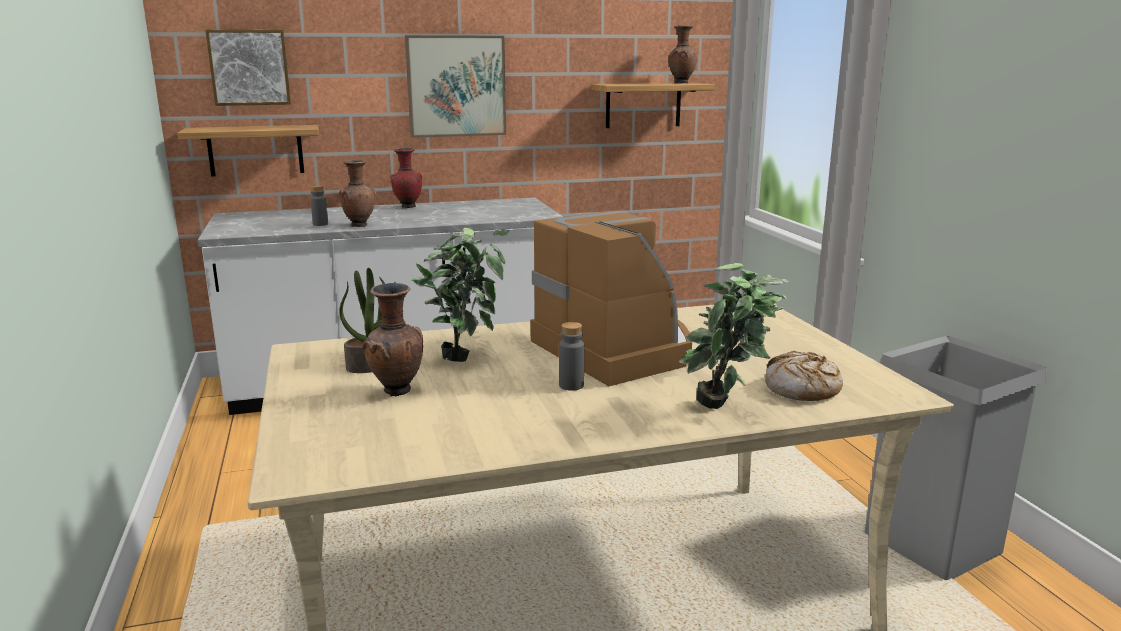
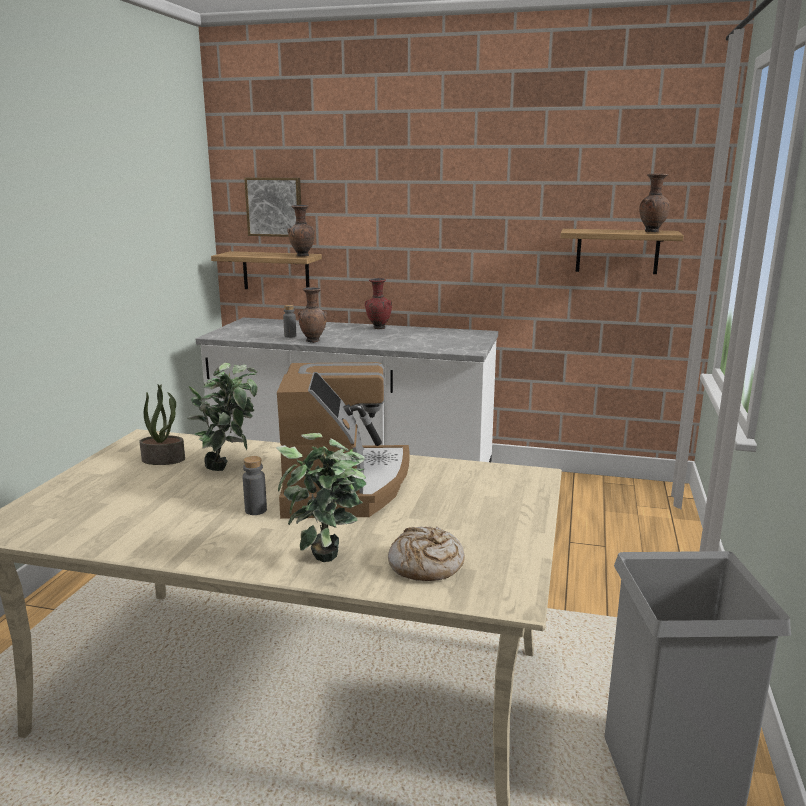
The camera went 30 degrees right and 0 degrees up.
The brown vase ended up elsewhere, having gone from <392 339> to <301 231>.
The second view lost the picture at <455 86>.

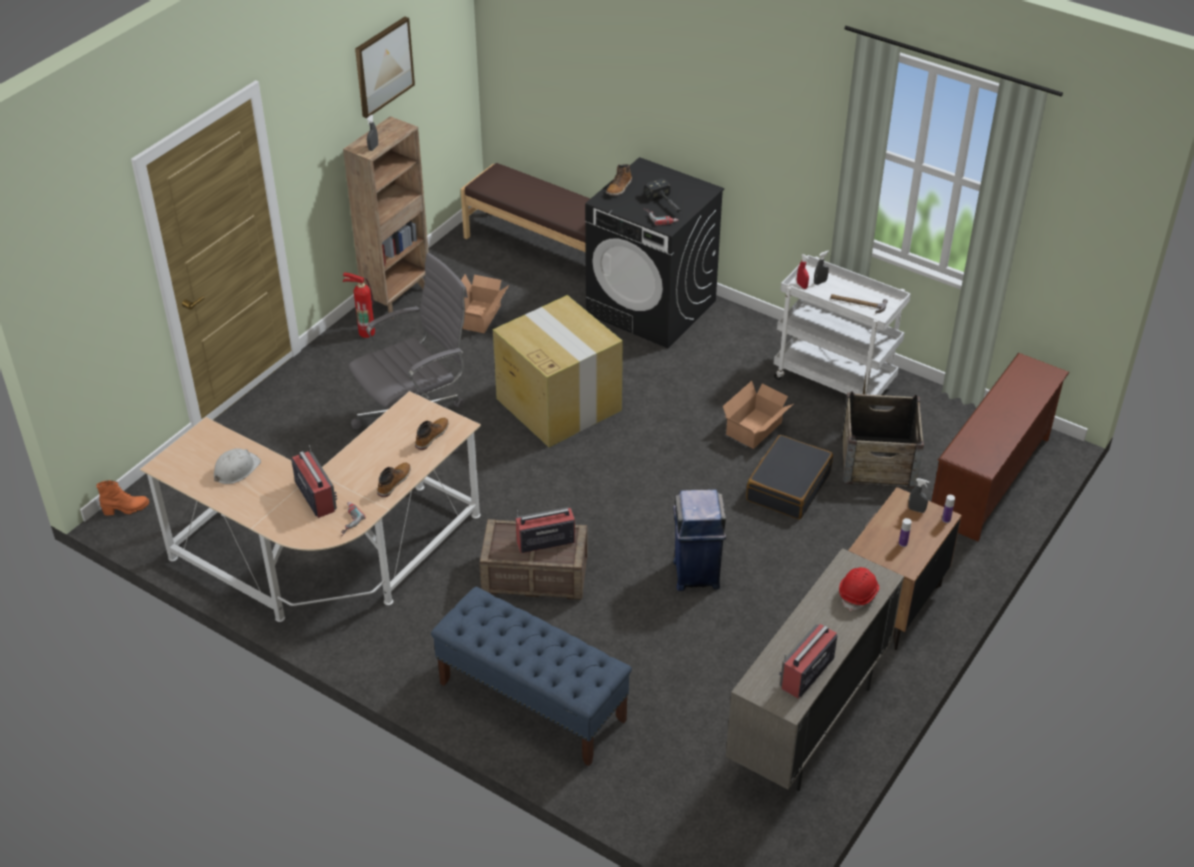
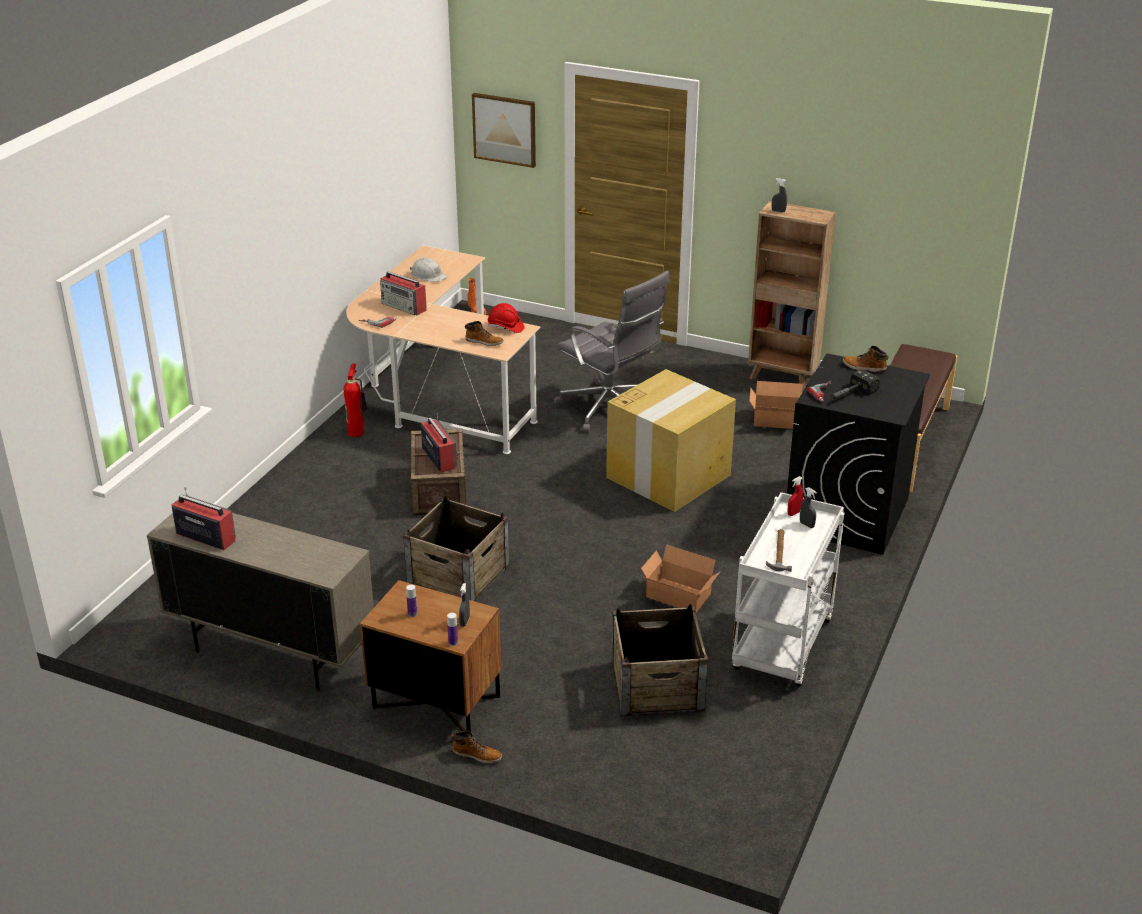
The camera went 80 degrees right and 10 degrees down.
The radio at <314 481> ended up facing another way, 75 degrees clockwise from before.
The fire extinguisher ended up elsewhere, having gone from <359 305> to <355 400>.
The picture ended up elsewhere, having gone from <385 67> to <504 130>.
The boot ended up elsewhere, having gone from <394 479> to <476 747>.
The second view lost the blue bench at <531 676>.
Where the blue trash can stood at <699 540>, the crate came to stand at <456 548>.
The second view lost the black suitcase at <789 477>.
The red hard hat ended up elsewhere, having gone from <859 589> to <506 318>.
The second view lost the brown shoe rack at <1000 447>.

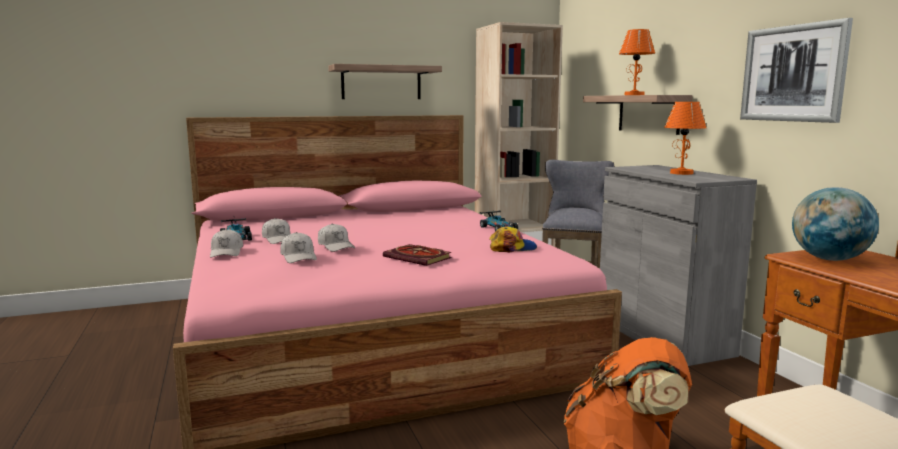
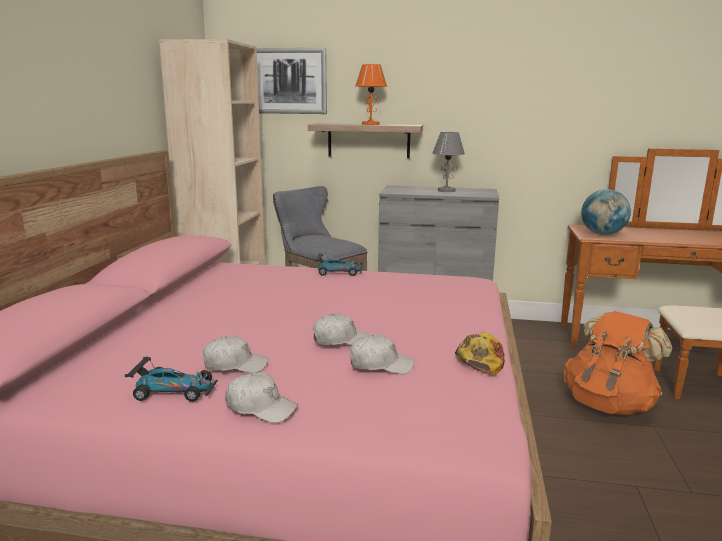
The camera went 60 degrees left and 5 degrees up.
The second view lost the shelf at <385 81>.
The second view lost the book at <417 255>.
The cap ended up elsewhere, having gone from <513 239> to <480 354>.
What was the orange table lamp at <685 138> turned into the grey table lamp at <448 162>.
The picture ended up elsewhere, having gone from <796 70> to <291 81>.

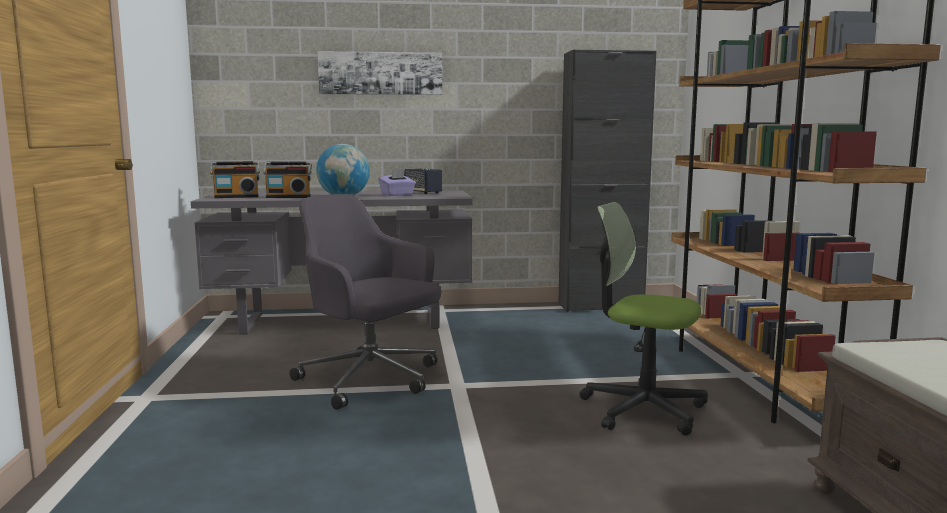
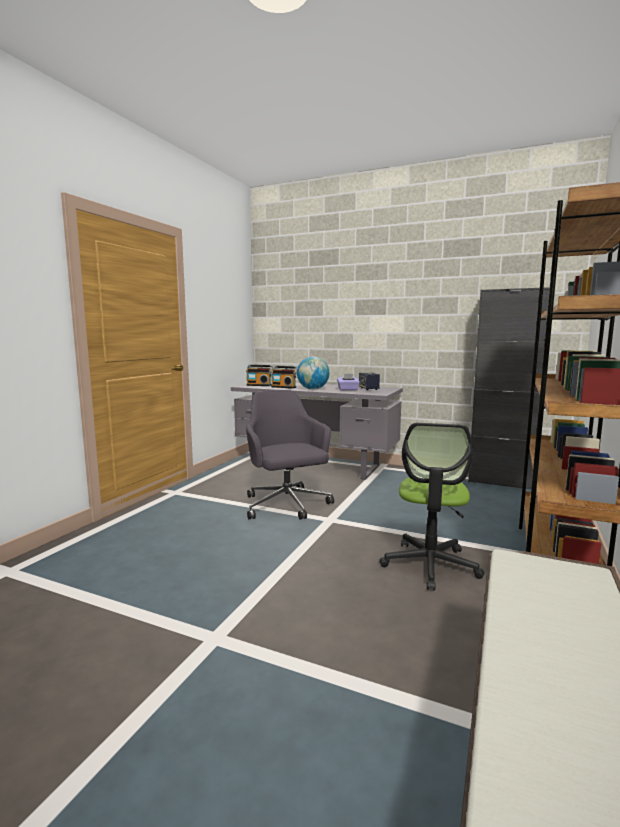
The camera went 30 degrees right and 0 degrees up.
The second view lost the picture at <379 73>.
The office chair at <643 319> ended up facing another way, 135 degrees counterclockwise from before.

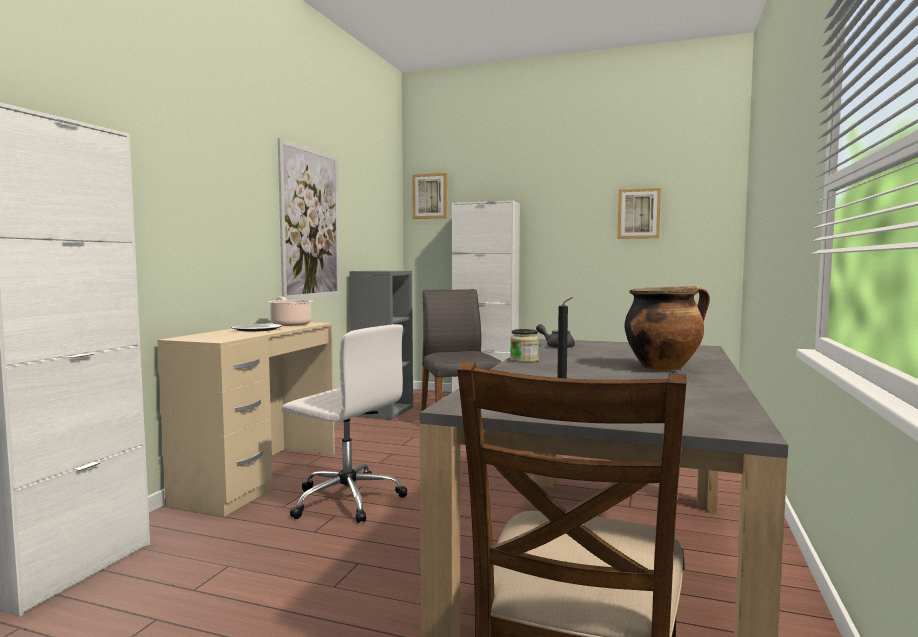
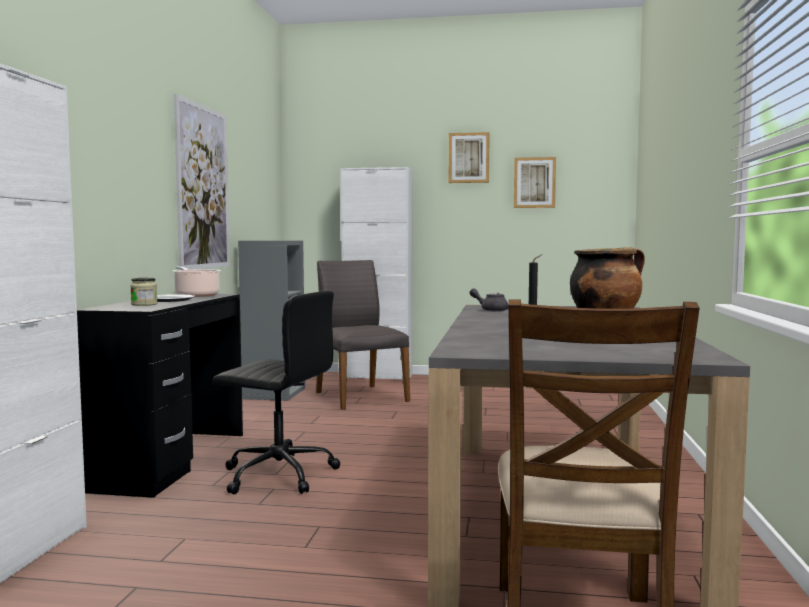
The camera went 10 degrees left and 0 degrees up.
What was the beige desk at <246 419> turned into the black desk at <160 396>.
What was the white office chair at <345 423> turned into the black office chair at <276 392>.
The picture ended up elsewhere, having gone from <429 196> to <469 157>.
The jar ended up elsewhere, having gone from <524 346> to <144 292>.

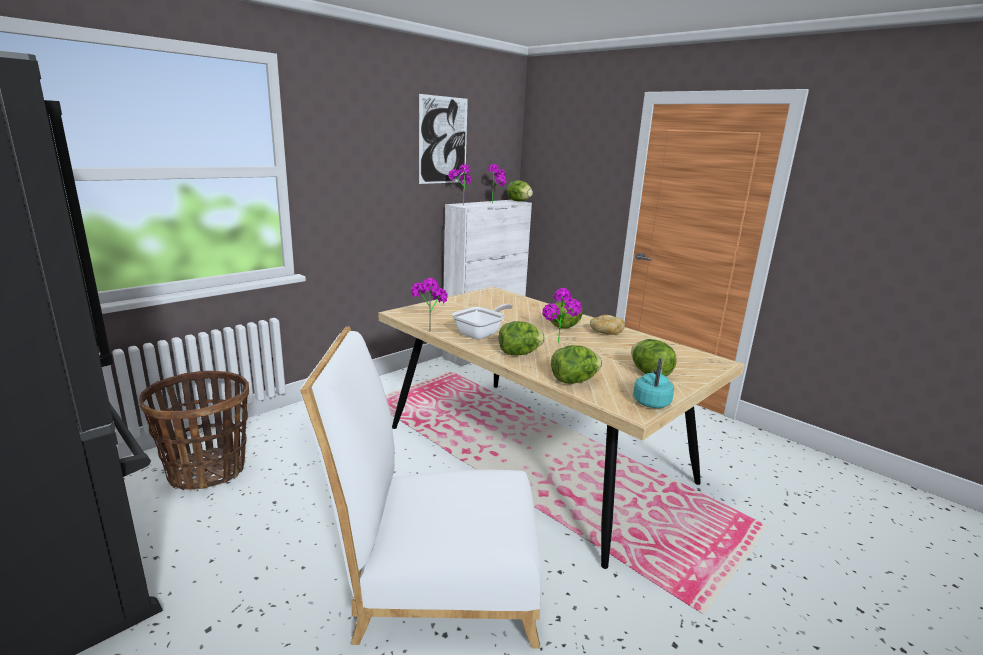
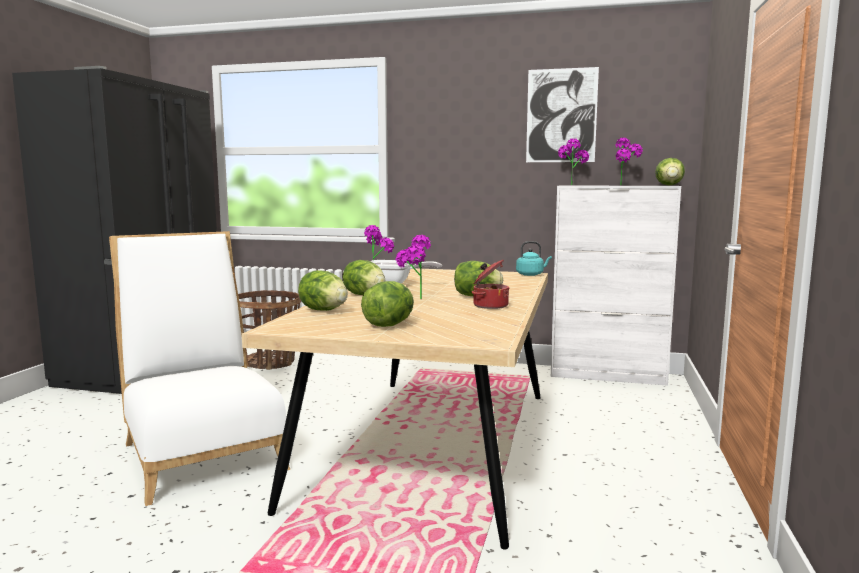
The camera went 60 degrees right and 10 degrees down.
Where the bread stood at <607 325>, the cooking pot came to stand at <490 284>.
The turquoise kettle ended up elsewhere, having gone from <653 383> to <534 258>.

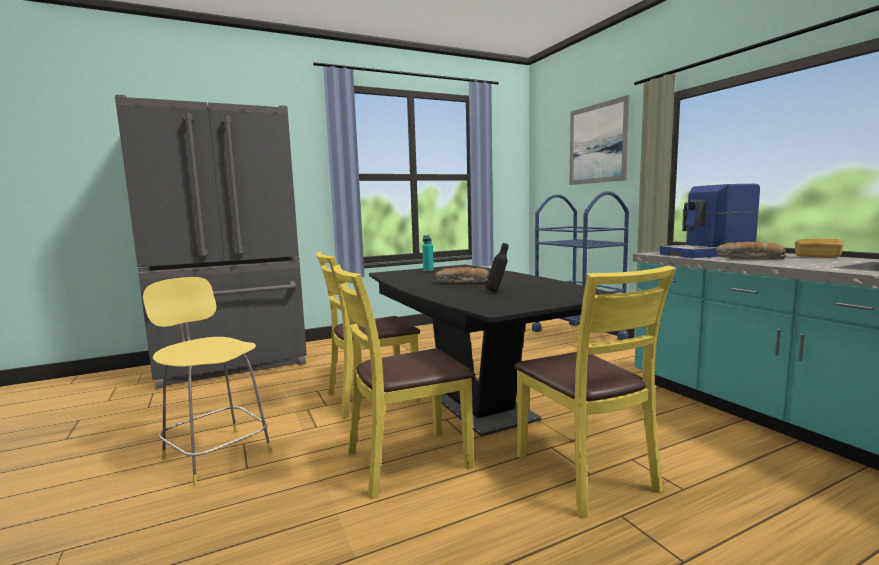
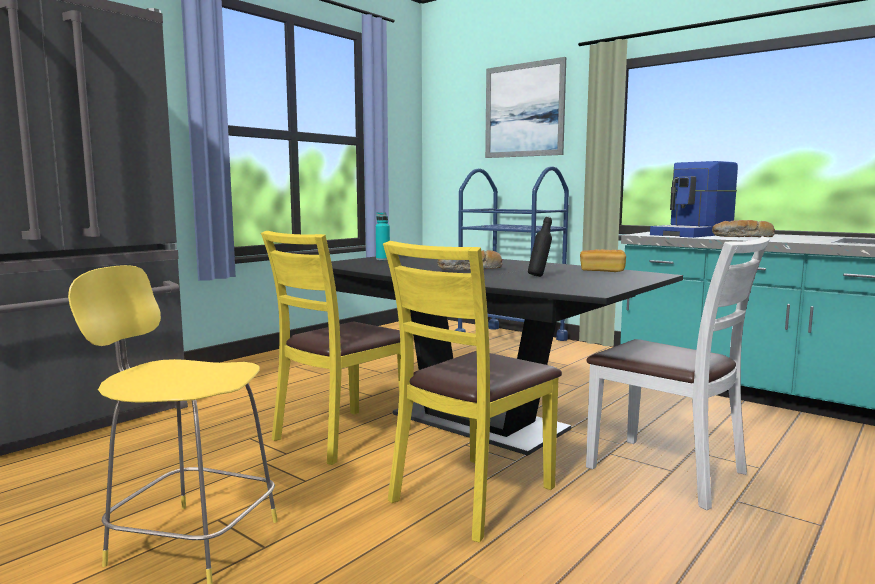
The camera went 25 degrees left and 0 degrees up.
What was the yellow chair at <595 392> turned into the white chair at <678 373>.
The bread ended up elsewhere, having gone from <819 248> to <603 260>.

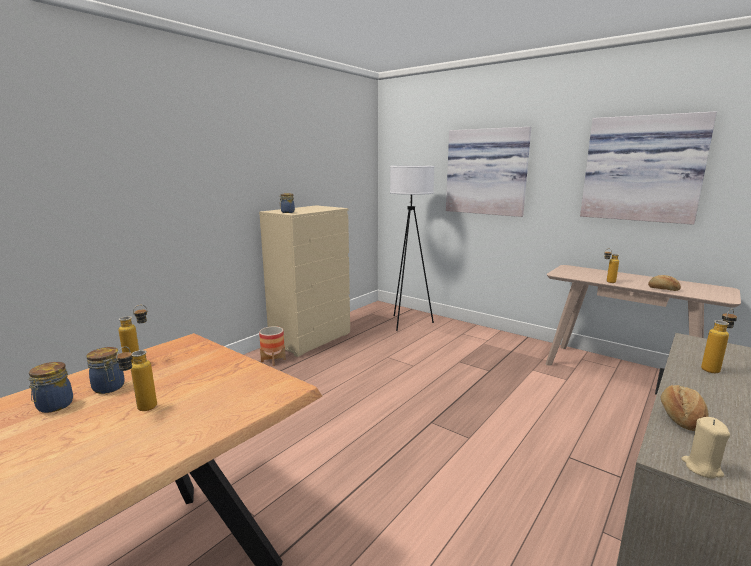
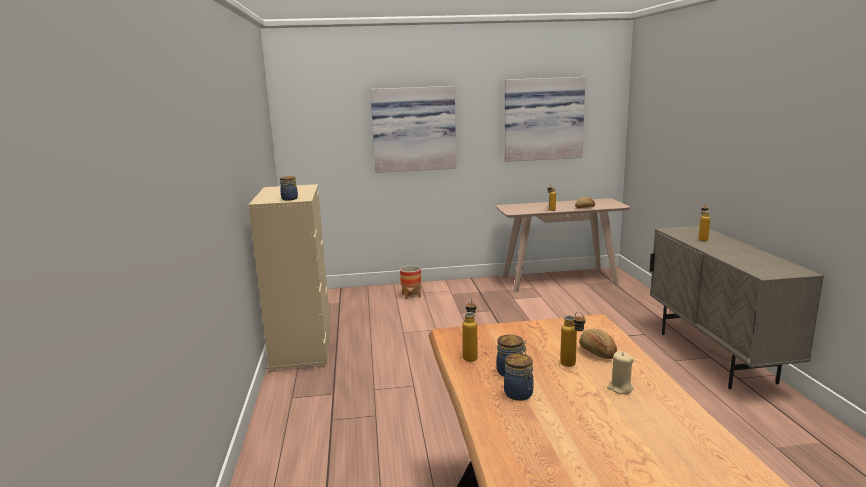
The camera went 45 degrees left and 0 degrees up.
The planter ended up elsewhere, having gone from <272 346> to <410 282>.
The second view lost the white floor lamp at <412 248>.
The bread ended up elsewhere, having gone from <684 408> to <598 344>.
The beige candle ended up elsewhere, having gone from <705 448> to <620 372>.

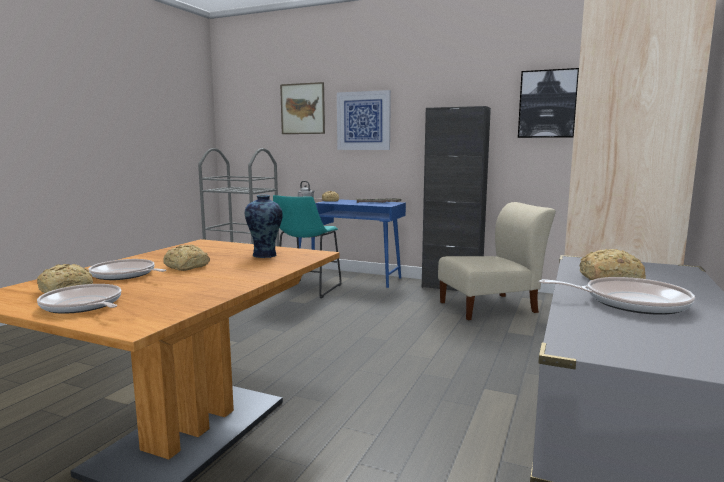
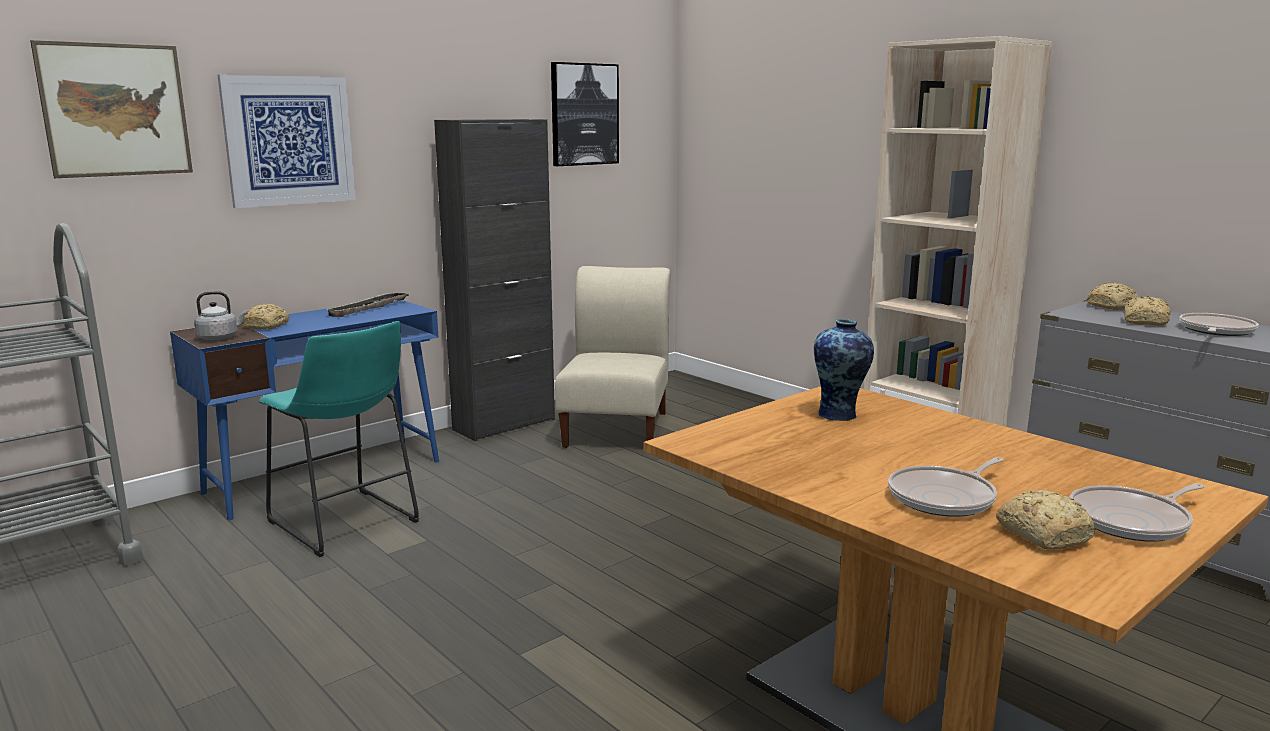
The camera went 65 degrees left and 5 degrees up.
The bread ended up elsewhere, having gone from <186 258> to <1113 296>.

